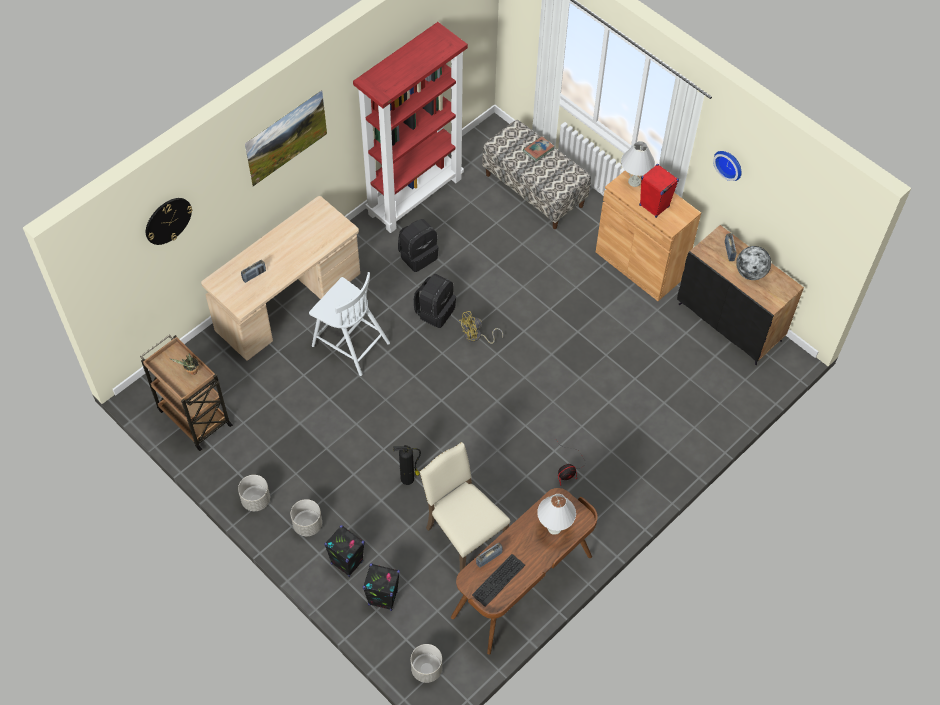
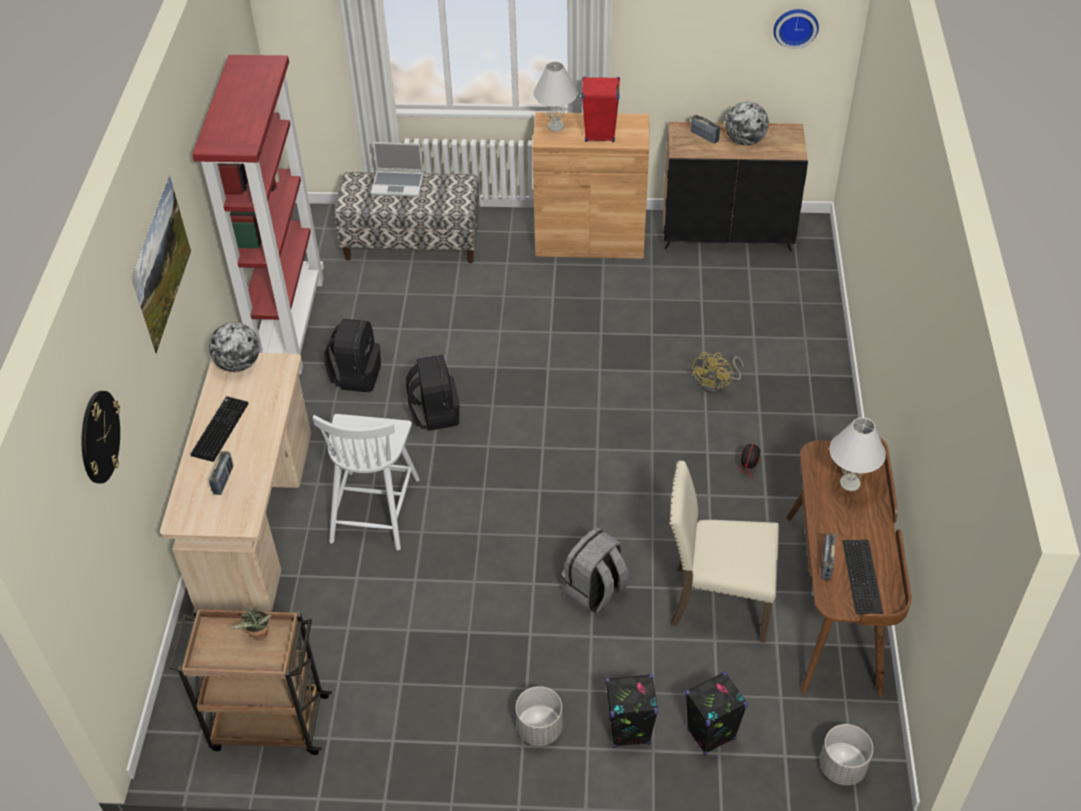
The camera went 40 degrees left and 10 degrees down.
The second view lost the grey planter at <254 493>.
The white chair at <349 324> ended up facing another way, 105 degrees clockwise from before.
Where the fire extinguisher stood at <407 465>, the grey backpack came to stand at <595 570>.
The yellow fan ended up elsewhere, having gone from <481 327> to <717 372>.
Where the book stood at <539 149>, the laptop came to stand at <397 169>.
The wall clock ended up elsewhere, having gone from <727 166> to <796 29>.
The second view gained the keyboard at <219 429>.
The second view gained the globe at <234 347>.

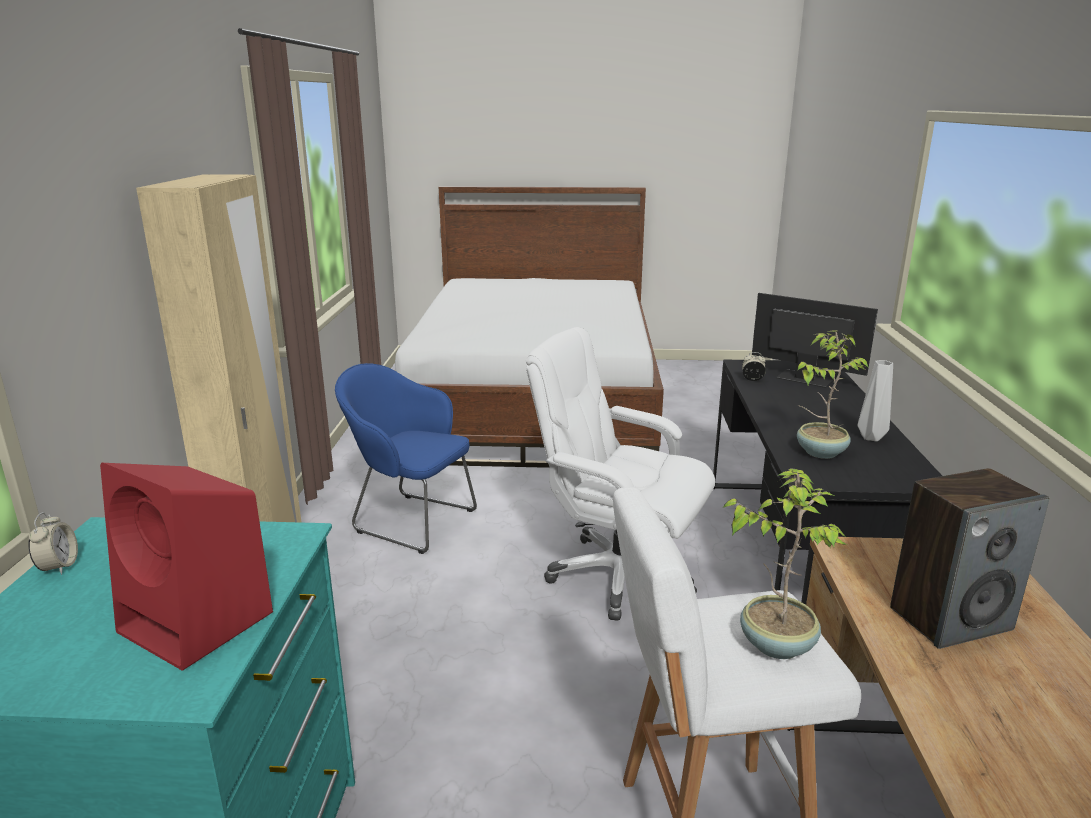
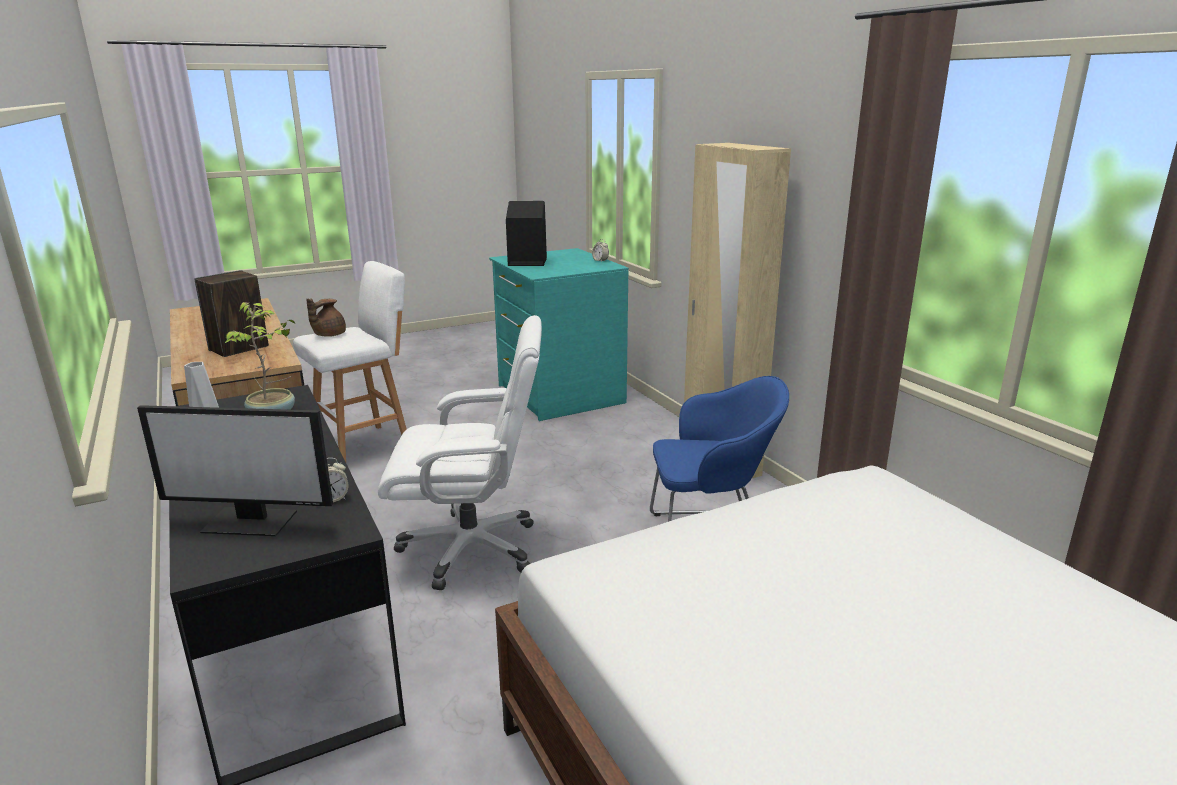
The camera went 150 degrees right and 0 degrees up.
What was the red speaker at <186 567> turned into the black speaker at <526 233>.
Where the potted plant stood at <784 563>, the brown teapot came to stand at <326 317>.

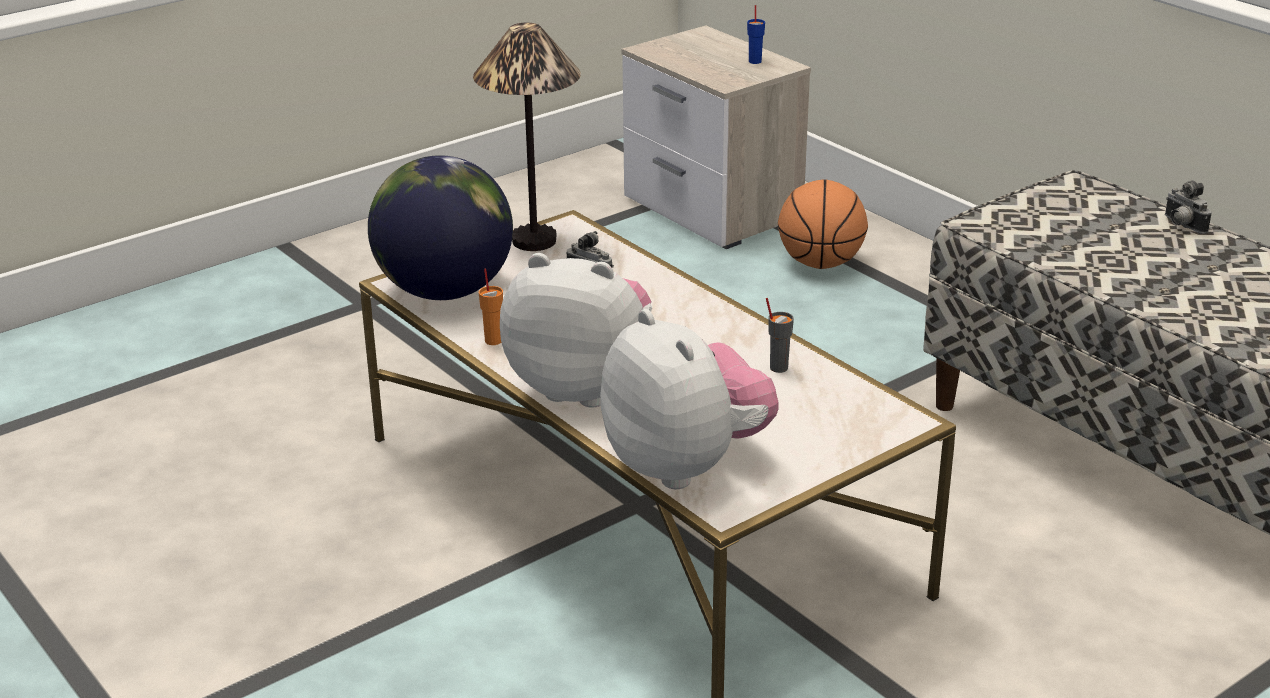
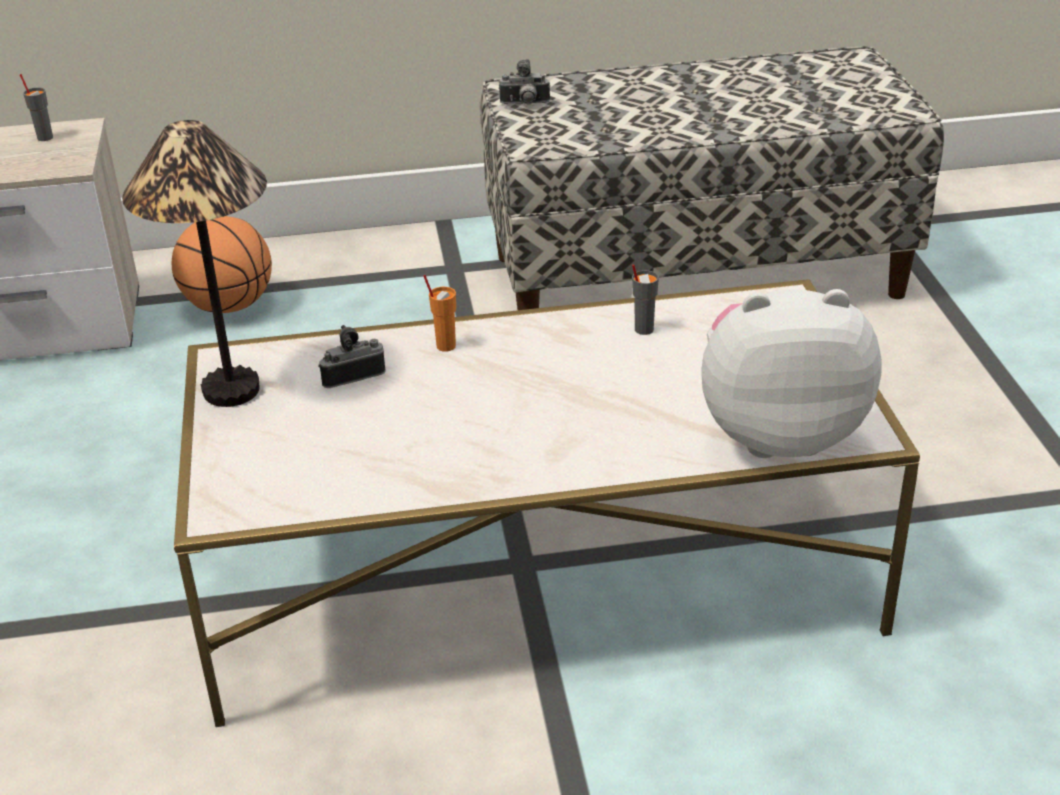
The camera went 60 degrees left and 5 degrees up.
The second view lost the globe at <440 227>.
The orange cup ended up elsewhere, having gone from <491 307> to <439 313>.
The second view lost the plush toy at <576 330>.
What was the blue cup at <756 34> turned into the grey cup at <36 107>.
The photo camera ended up elsewhere, having gone from <1188 207> to <524 82>.

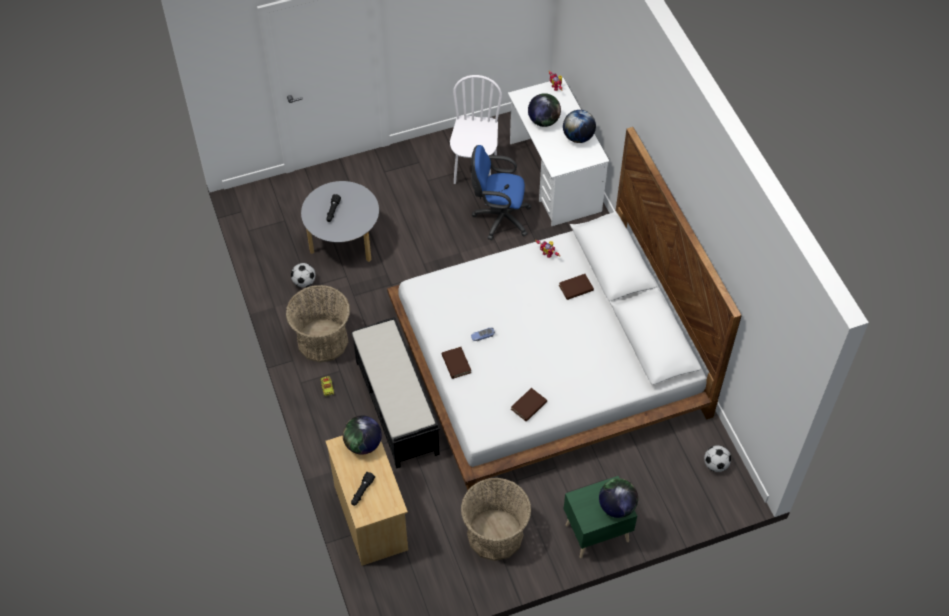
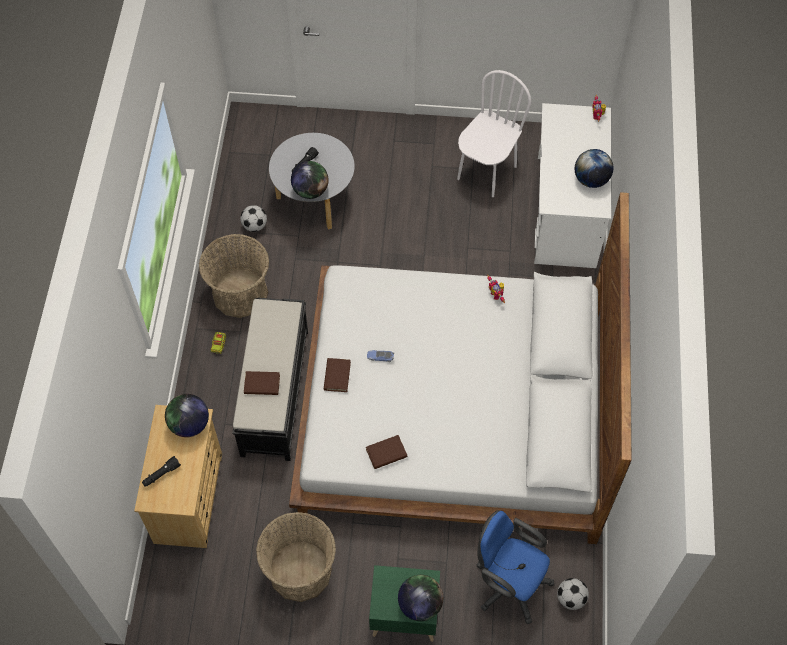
The camera went 25 degrees right and 5 degrees up.
The blue office chair ended up elsewhere, having gone from <501 192> to <515 567>.
The globe ended up elsewhere, having gone from <544 110> to <310 180>.
The brown book ended up elsewhere, having gone from <576 287> to <262 383>.

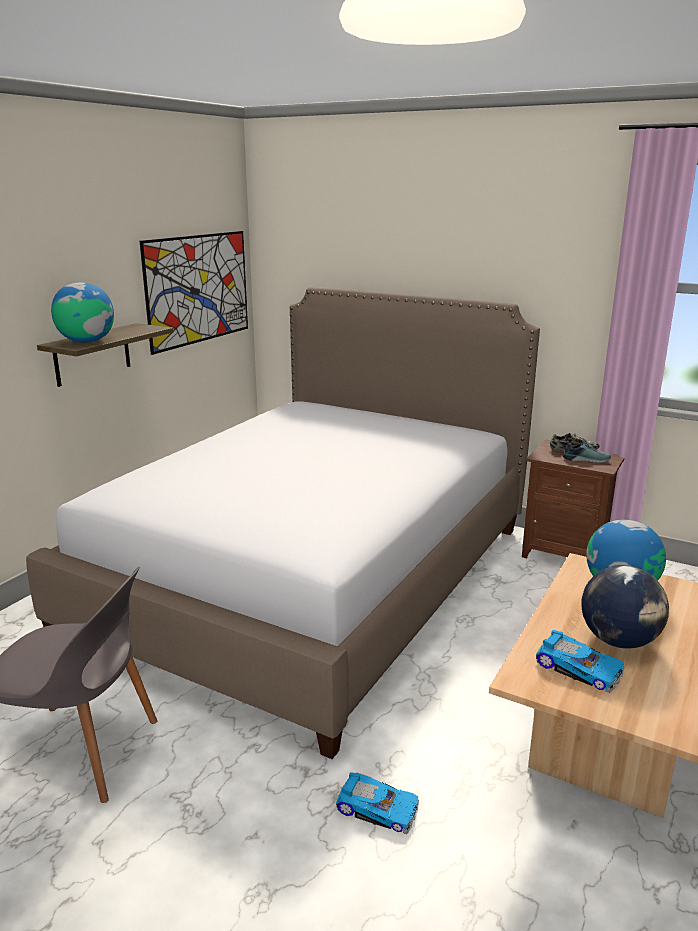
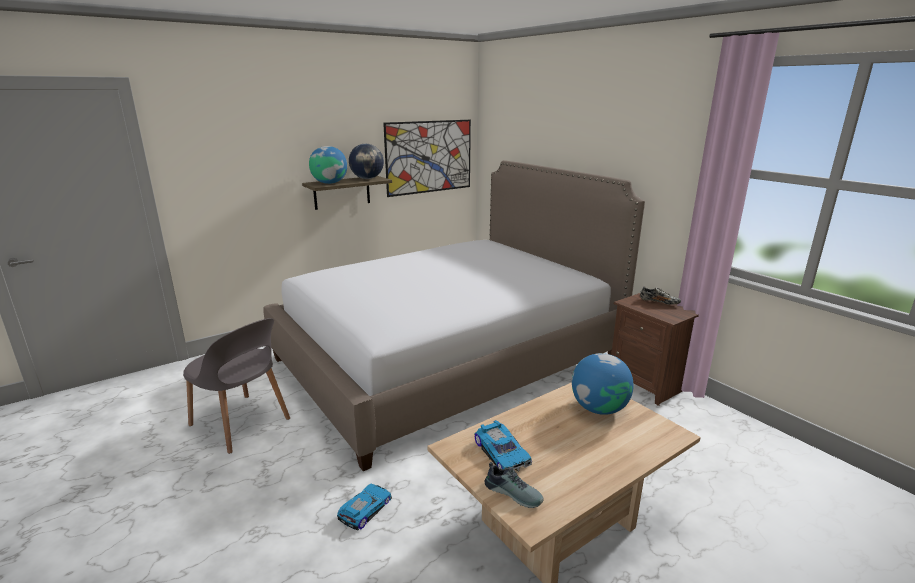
The camera went 25 degrees right and 0 degrees up.
The toy car at <377 803> ended up facing another way, 105 degrees counterclockwise from before.
The shoe ended up elsewhere, having gone from <587 451> to <514 485>.
The globe ended up elsewhere, having gone from <625 607> to <366 161>.

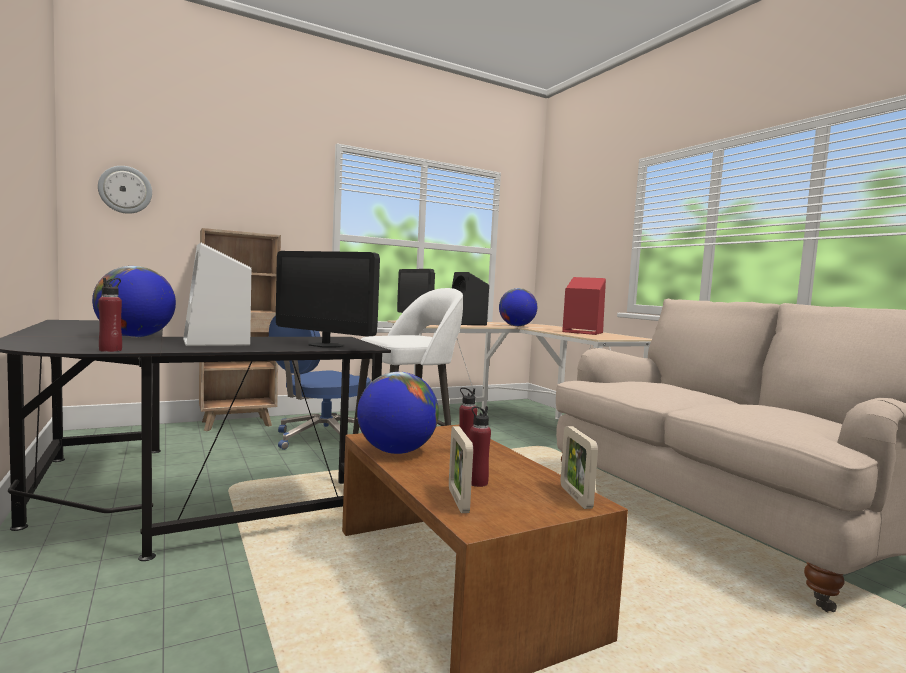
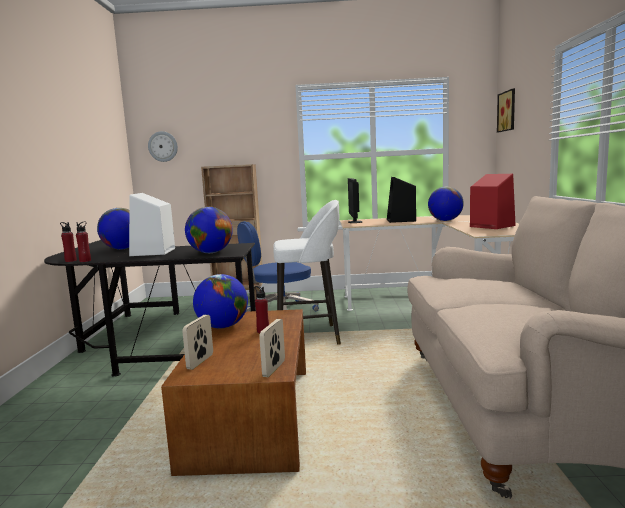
The camera went 30 degrees right and 5 degrees up.
Where the monitor stood at <328 299>, the globe came to stand at <209 230>.
The red bottle ended up elsewhere, having gone from <480 446> to <68 242>.
The second view gained the picture at <506 110>.

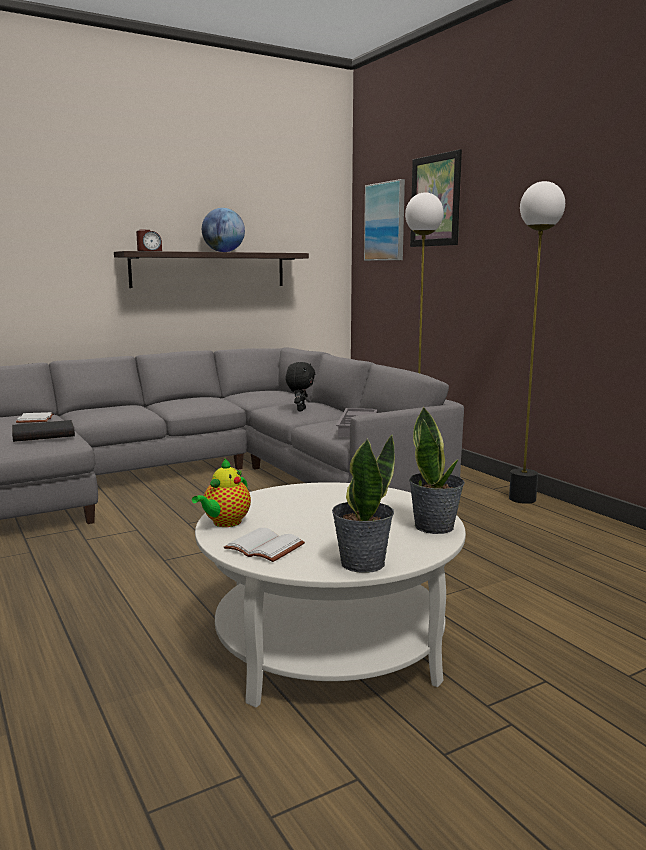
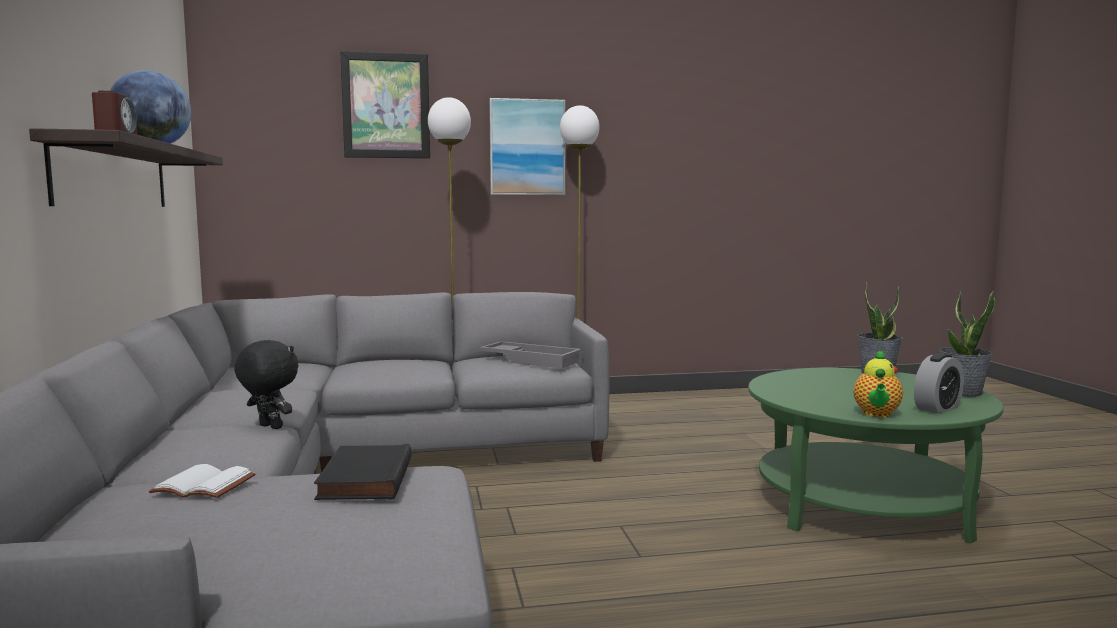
The camera went 70 degrees left and 5 degrees down.
The teapot at <221 492> ended up facing another way, 60 degrees clockwise from before.
What was the white coffee table at <330 594> turned into the green coffee table at <875 456>.
Where the white book stood at <264 545>, the alarm clock came to stand at <939 383>.
The black plush toy ended up elsewhere, having gone from <300 386> to <266 384>.
The picture ended up elsewhere, having gone from <384 220> to <527 146>.

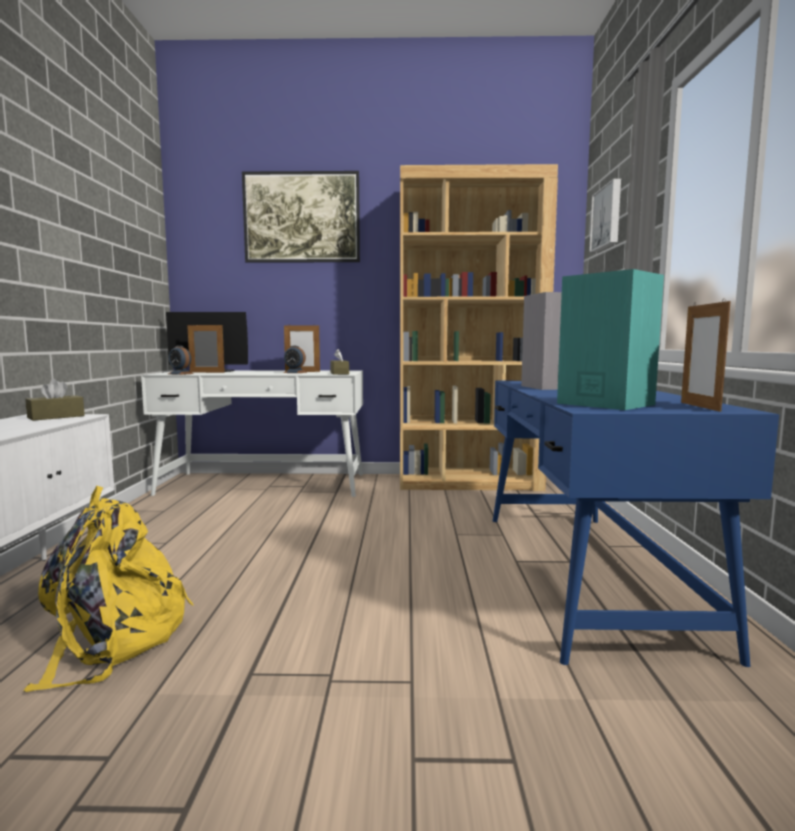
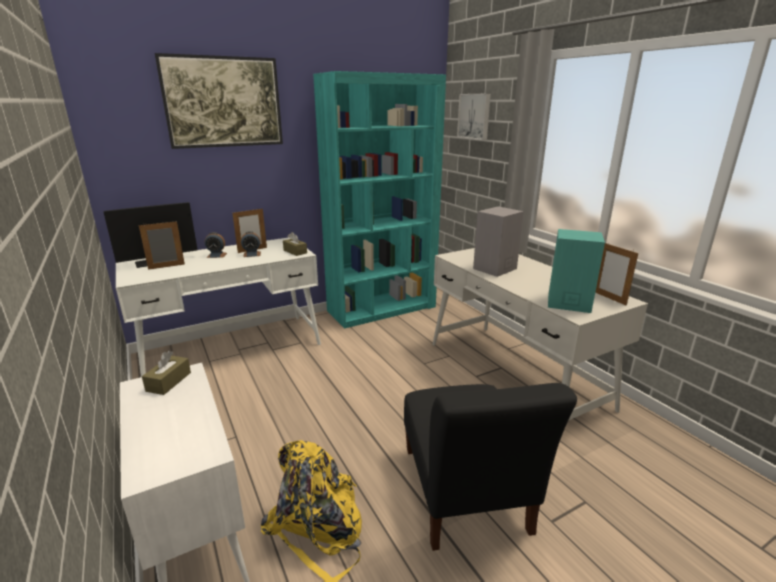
The camera went 30 degrees left and 15 degrees up.
The alarm clock ended up elsewhere, having gone from <181 360> to <216 245>.
What was the brown bookcase at <479 327> turned into the turquoise bookcase at <379 200>.
What was the blue desk at <636 524> turned into the white desk at <540 334>.
The second view gained the black chair at <490 467>.

